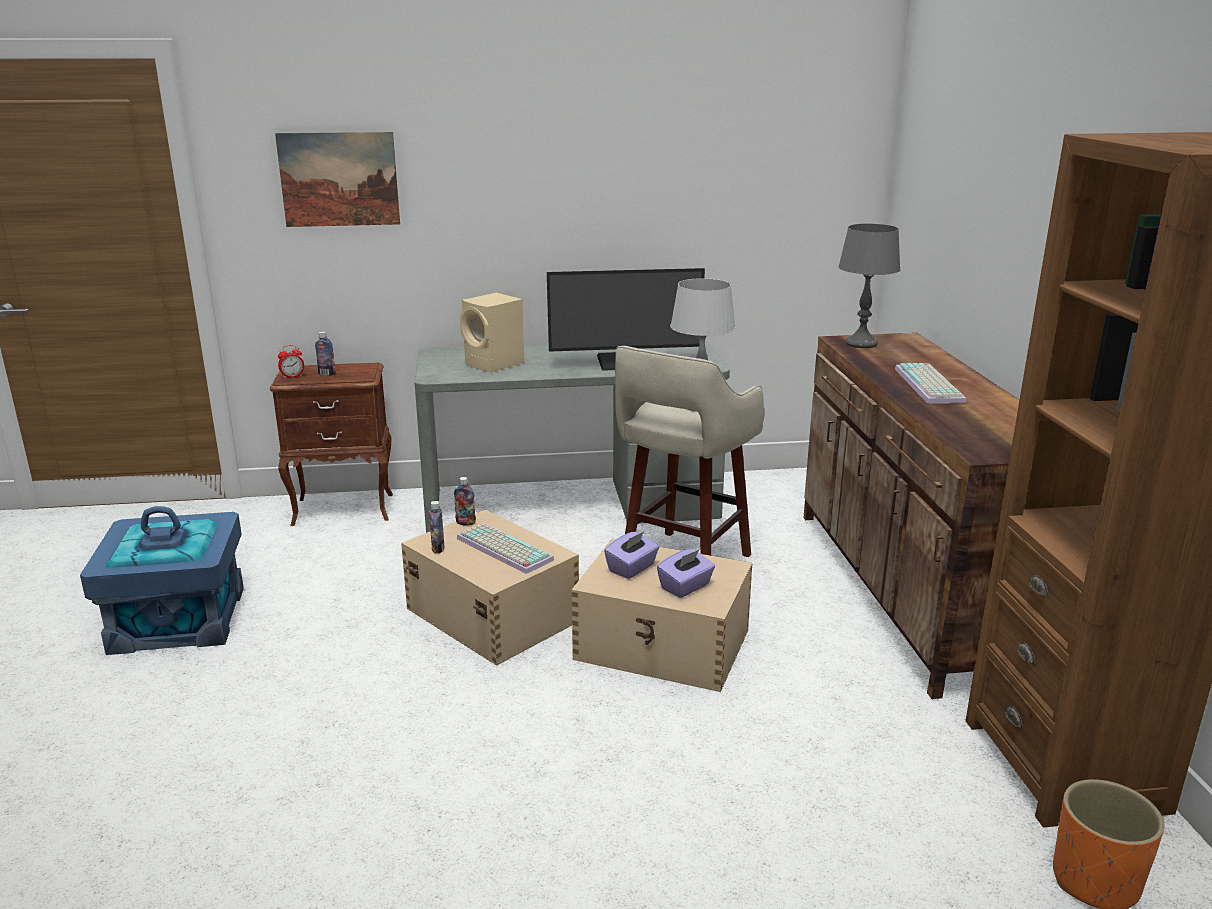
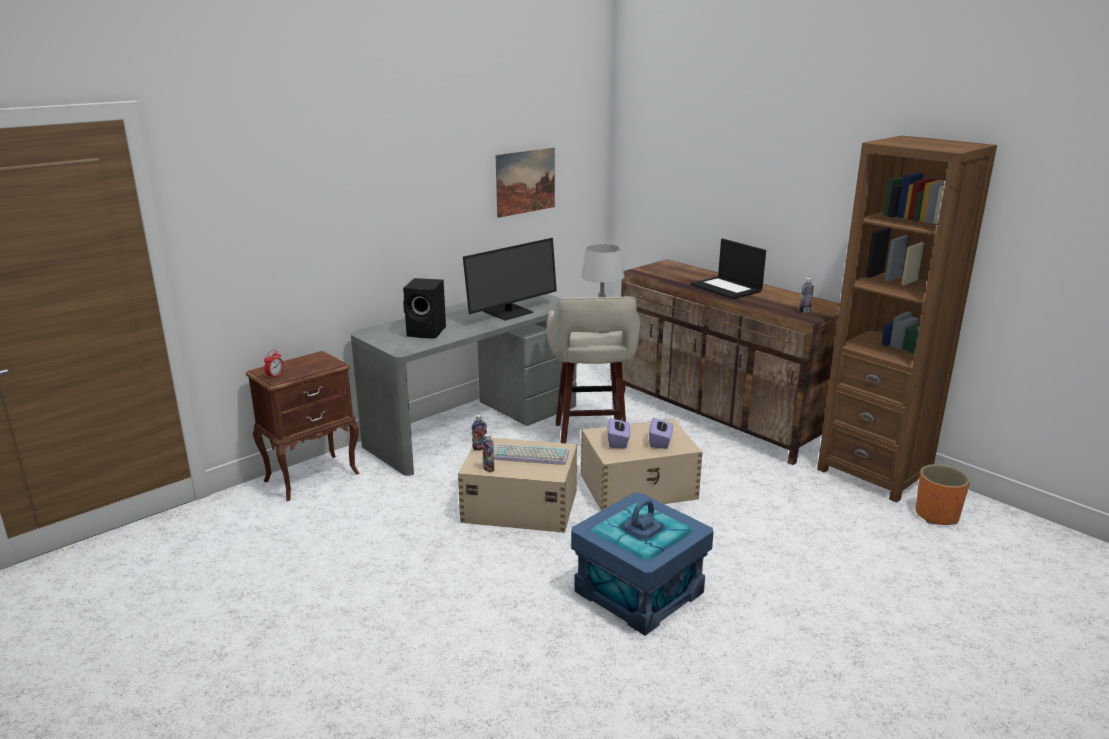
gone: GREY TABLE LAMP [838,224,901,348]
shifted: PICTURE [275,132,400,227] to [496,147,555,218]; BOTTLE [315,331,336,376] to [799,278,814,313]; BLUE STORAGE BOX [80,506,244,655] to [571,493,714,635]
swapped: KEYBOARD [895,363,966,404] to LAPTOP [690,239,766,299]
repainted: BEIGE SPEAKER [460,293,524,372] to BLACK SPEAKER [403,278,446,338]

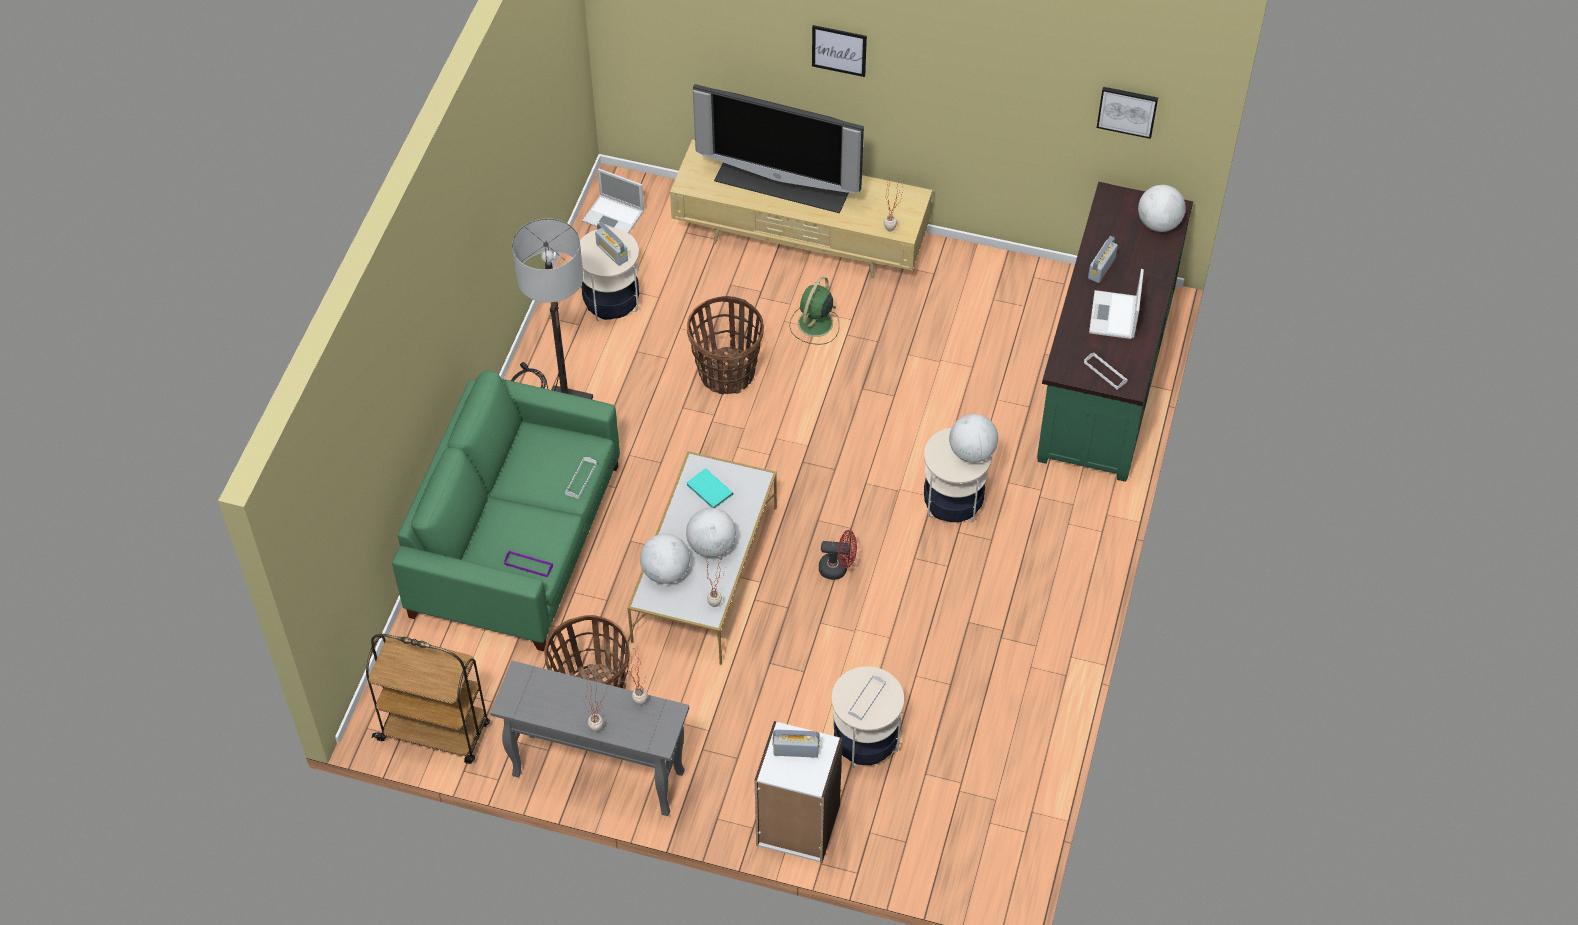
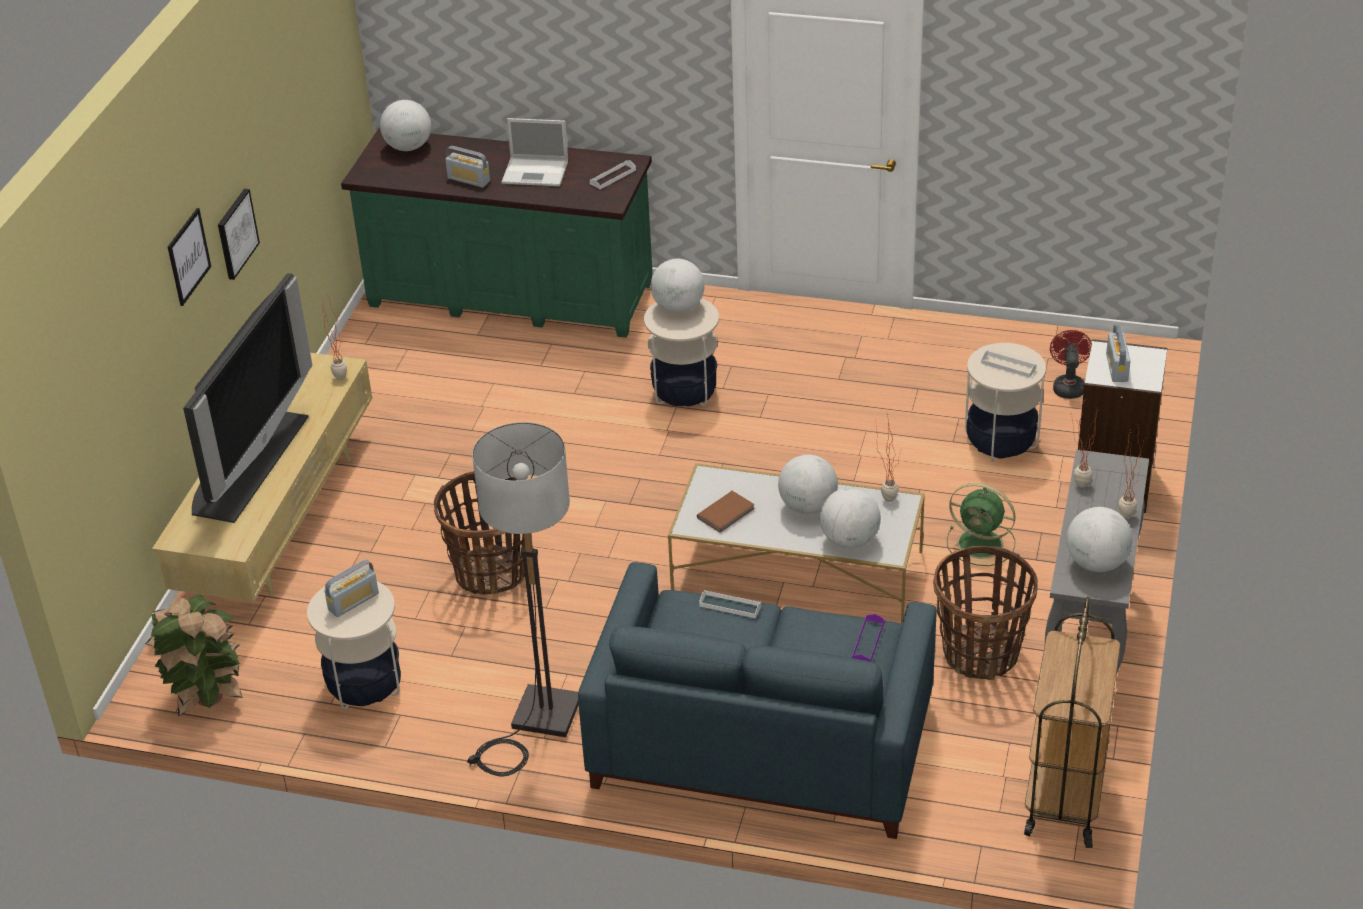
new: GLOBE [1066,507,1133,572]
shifted: PICTURE [1097,87,1158,139] to [218,189,260,280]; GREEN FAN [789,277,839,345] to [947,483,1016,566]; RED FAN [819,530,857,580] to [1050,330,1092,399]
swapped: LAPTOP [582,169,644,233] to POTTED PLANT [145,594,243,716]
repainted: GREEN SOFA [392,371,620,651] to BLUE SOFA [578,562,937,839]; TURQUOISE BOOK [686,468,733,508] to BROWN BOOK [697,491,755,533]

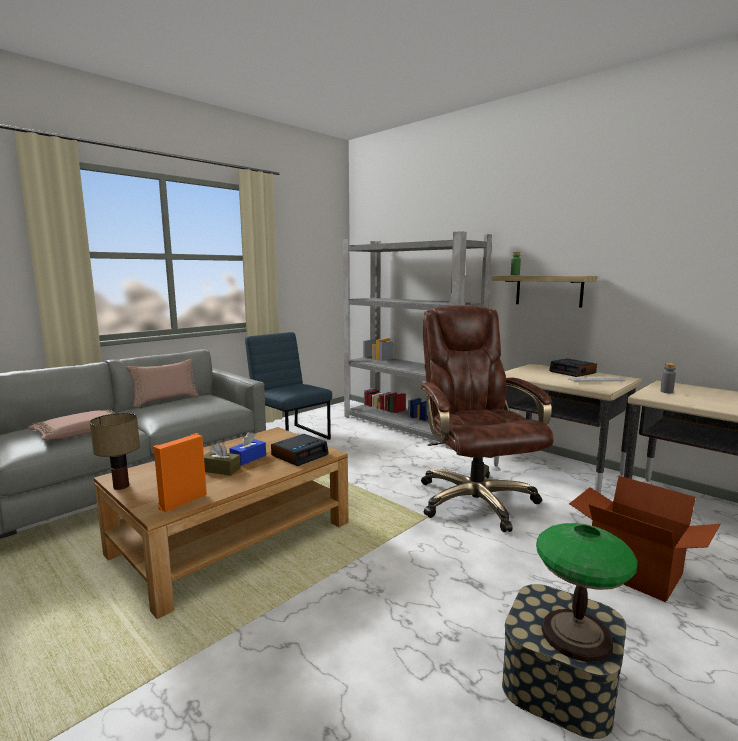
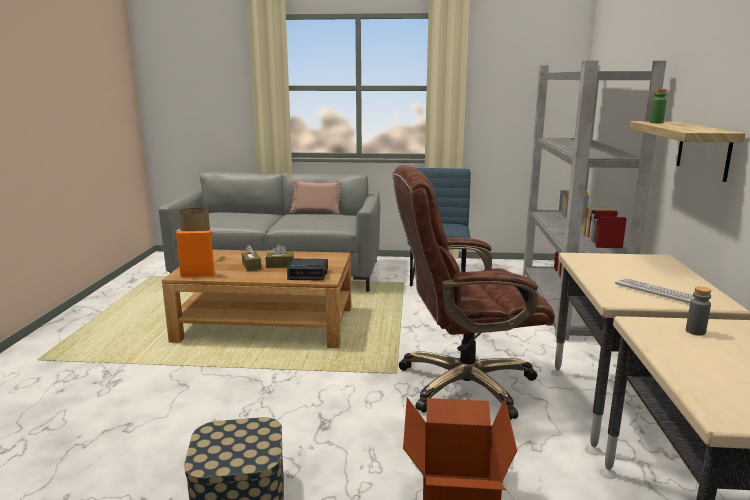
gone: ALARM CLOCK [549,359,597,377]; BEIGE PILLOW [28,409,115,440]; TABLE LAMP [536,523,637,662]
repainted: BLUE TISSUE BOX [229,432,266,465] to BROWN TISSUE BOX [266,244,294,268]
rotated: BROWN OFFICE CHAIR [421,305,554,532] = [393,165,555,420] 135 degrees counterclockwise

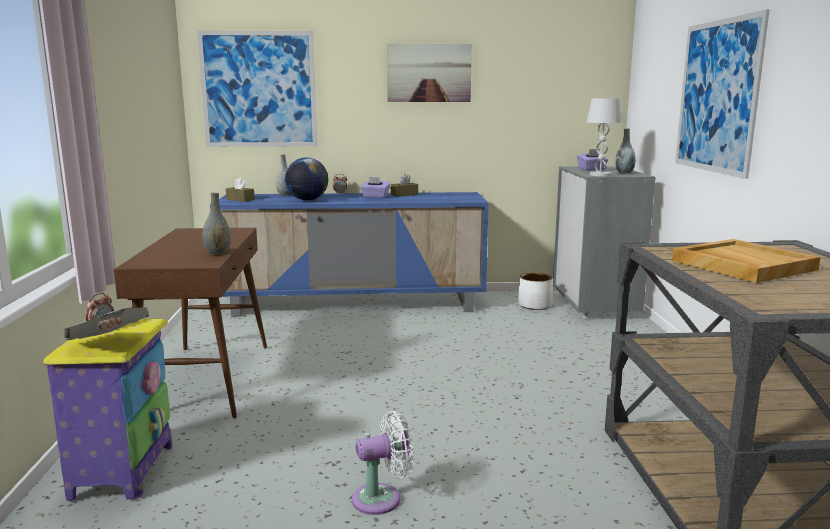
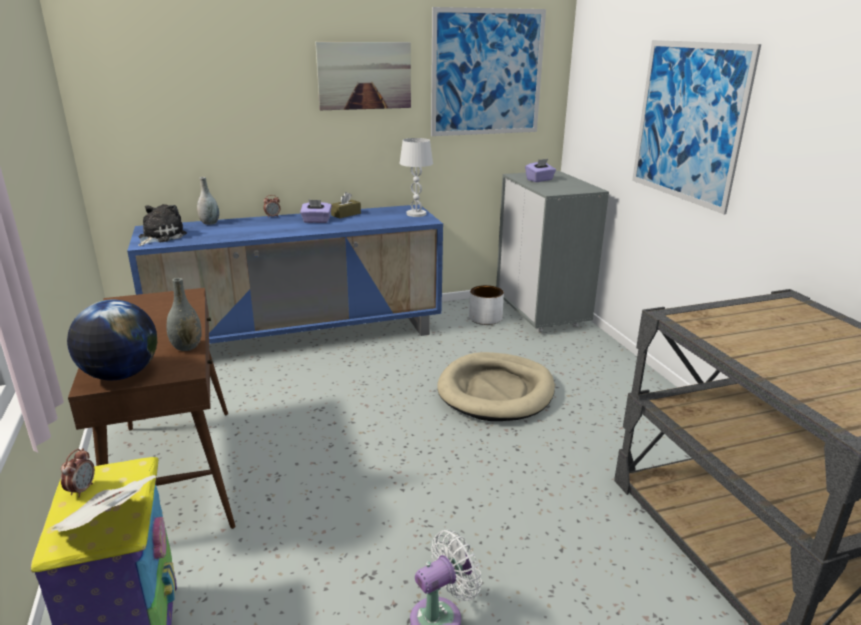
gone: GREY VASE [615,129,636,174]; BEIGE TRAY [672,239,821,283]
new: BEIGE DOG BED [437,352,555,421]
shifted: PICTURE [197,30,317,147] to [431,7,546,136]; WHITE TABLE LAMP [586,98,622,176] to [400,138,433,217]; GLOBE [285,157,328,201] to [67,300,157,380]
swapped: BROWN TISSUE BOX [226,178,255,202] to PLUSH TOY [138,204,187,246]

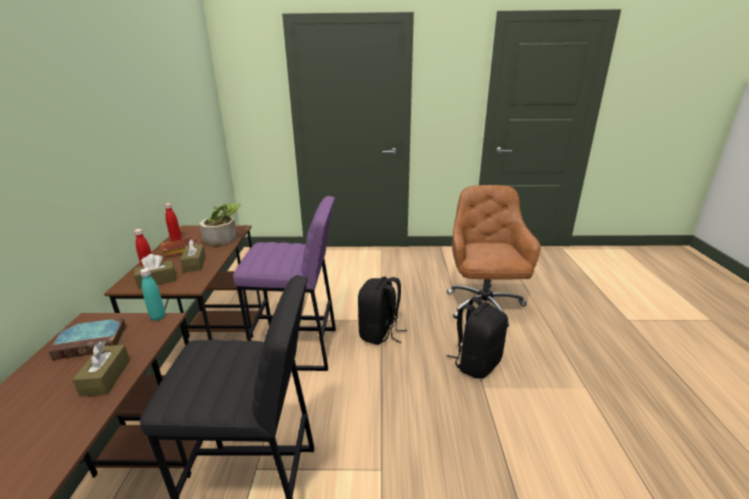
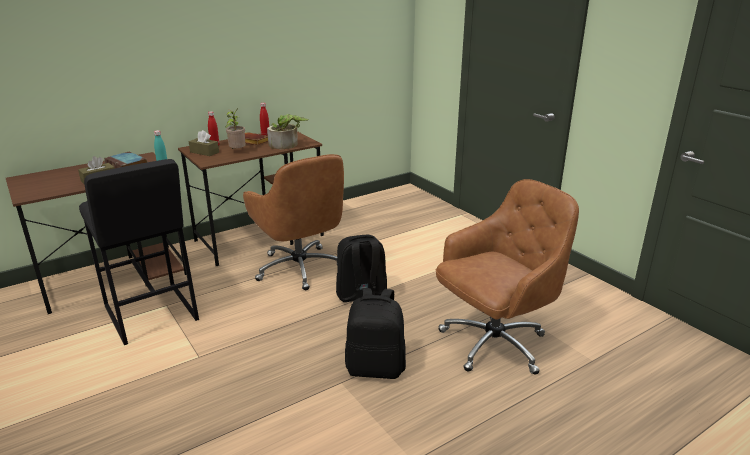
swapped: PURPLE STOOL [233,196,336,371] to BROWN OFFICE CHAIR [243,154,344,290]; BROWN TISSUE BOX [180,239,206,272] to POTTED PLANT [225,108,245,149]

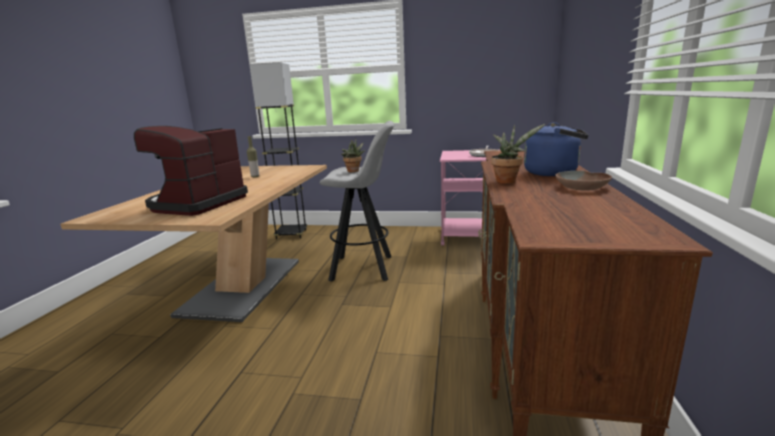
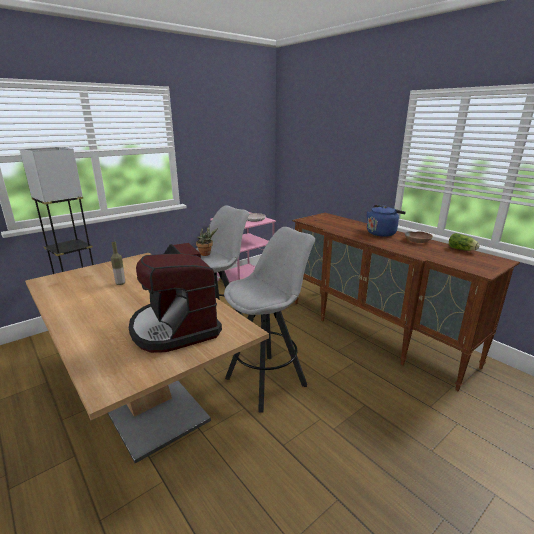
gone: POTTED PLANT [491,124,545,184]
new: GREY STOOL [224,227,315,413]; LETTUCE [449,233,480,251]

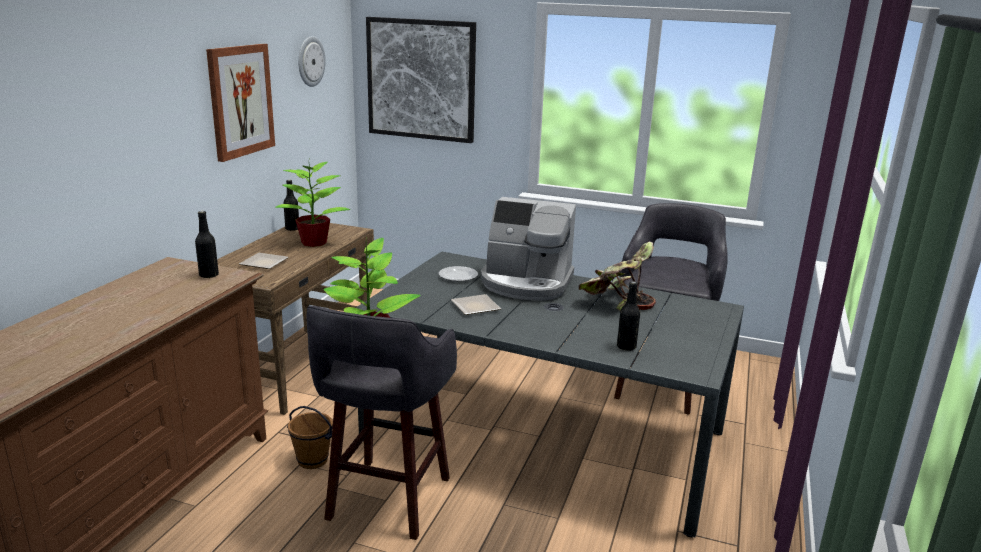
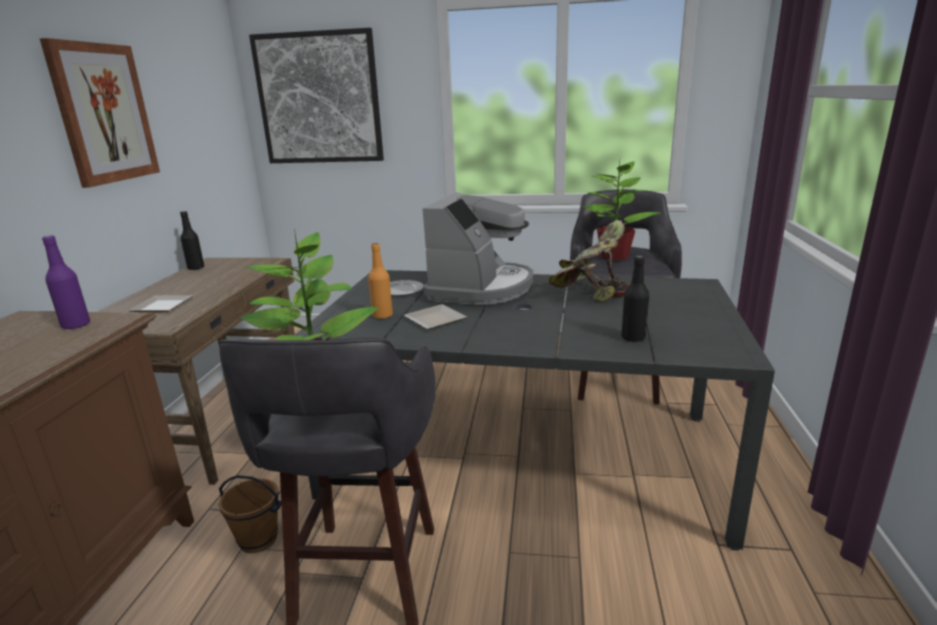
gone: WALL CLOCK [298,36,326,87]
new: ORANGE BOTTLE [368,243,393,319]
shifted: POTTED PLANT [275,157,350,247] to [584,161,660,260]
repainted: BLACK BOTTLE [195,211,219,278] to PURPLE BOTTLE [42,235,90,329]
rotated: COFFEE MACHINE [481,197,576,301] = [423,192,533,305] 75 degrees counterclockwise

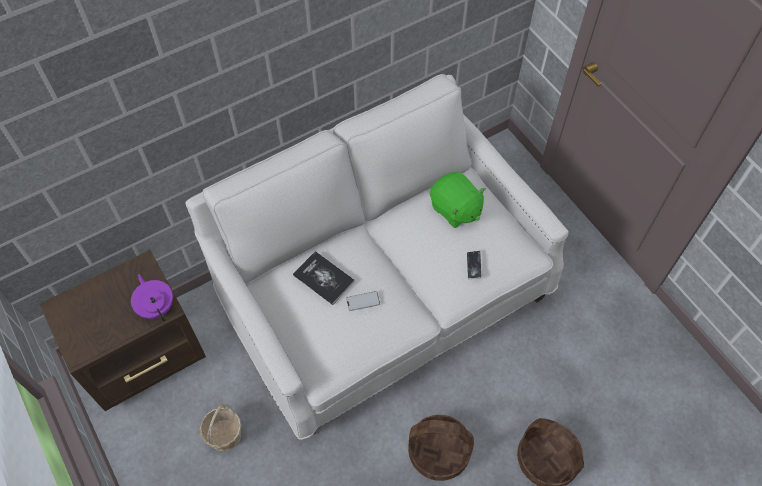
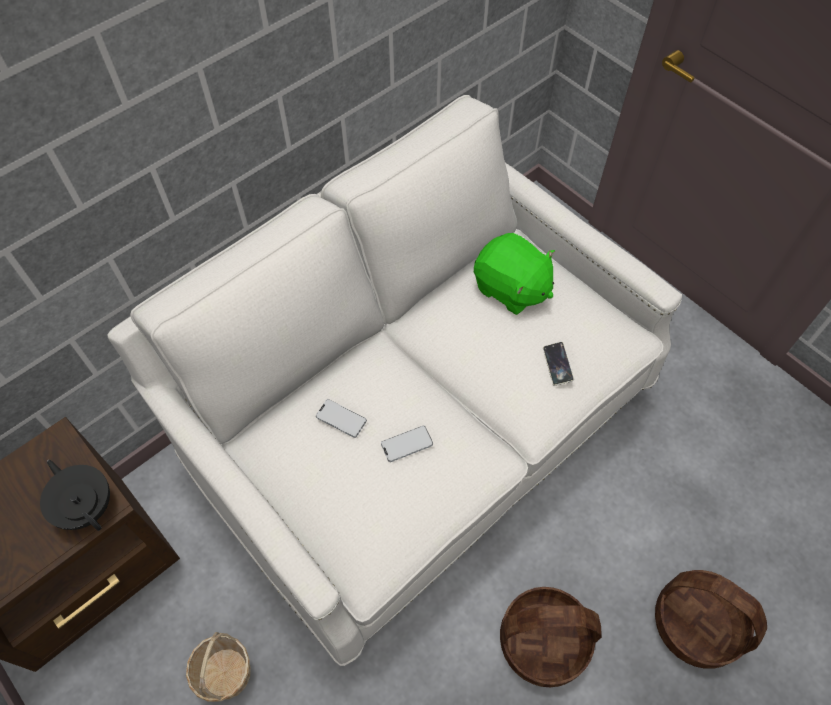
swapped: BOOK [293,251,355,305] to PHONE [316,399,367,438]
repainted: PURPLE TEAPOT [131,274,173,322] to BLACK TEAPOT [40,460,110,531]

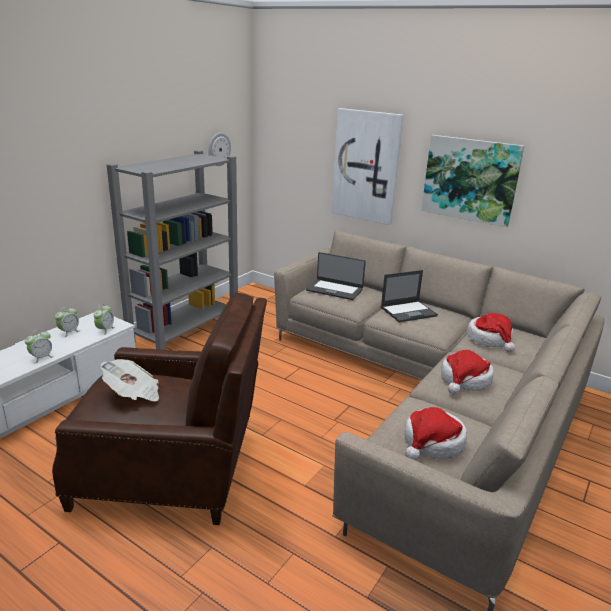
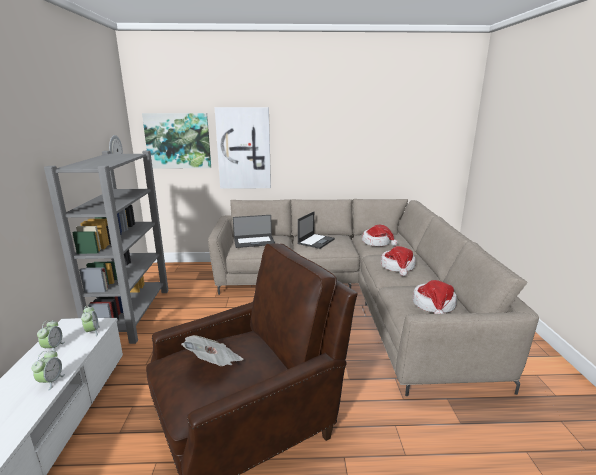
shifted: PICTURE [421,135,524,227] to [142,113,211,169]

